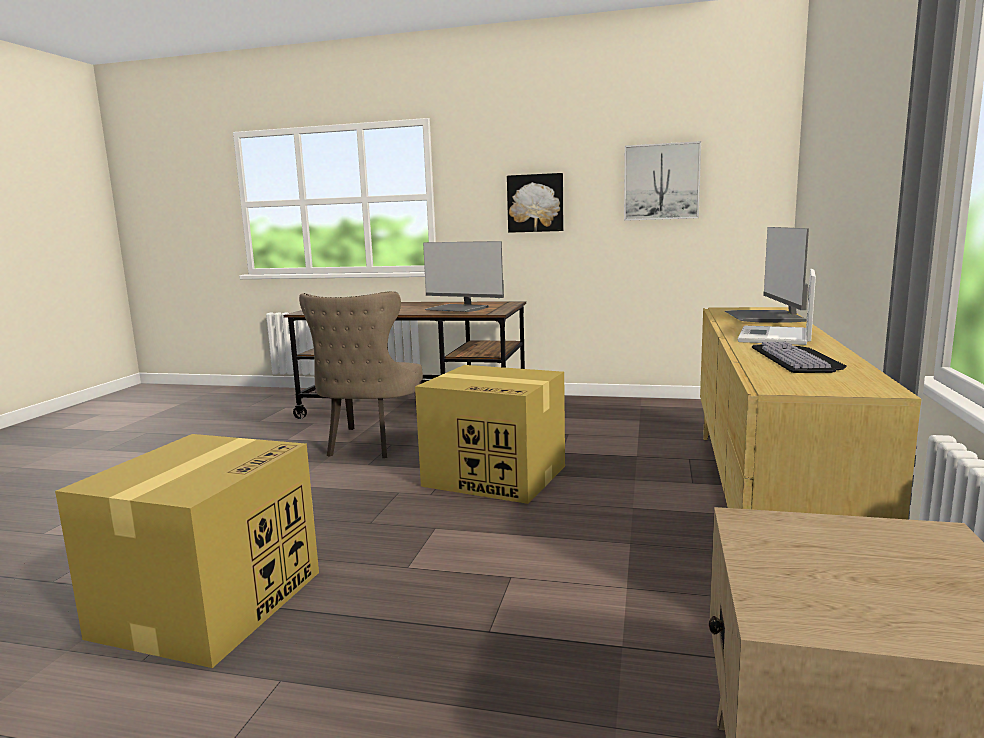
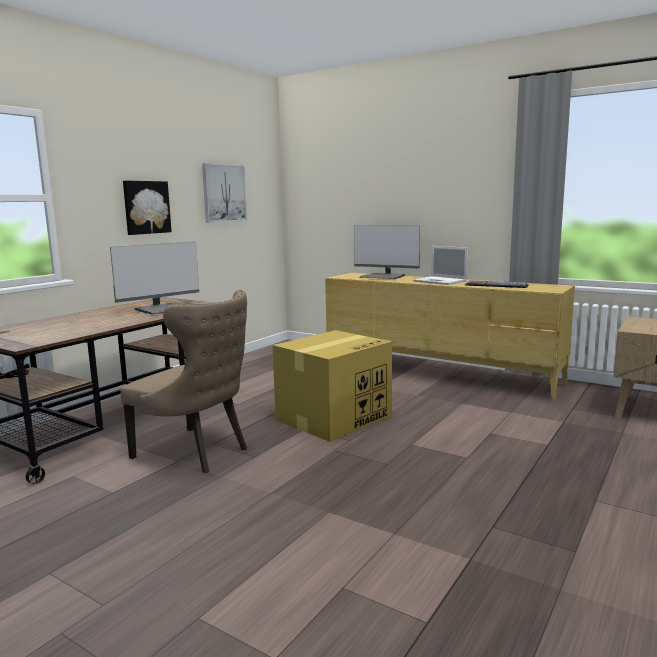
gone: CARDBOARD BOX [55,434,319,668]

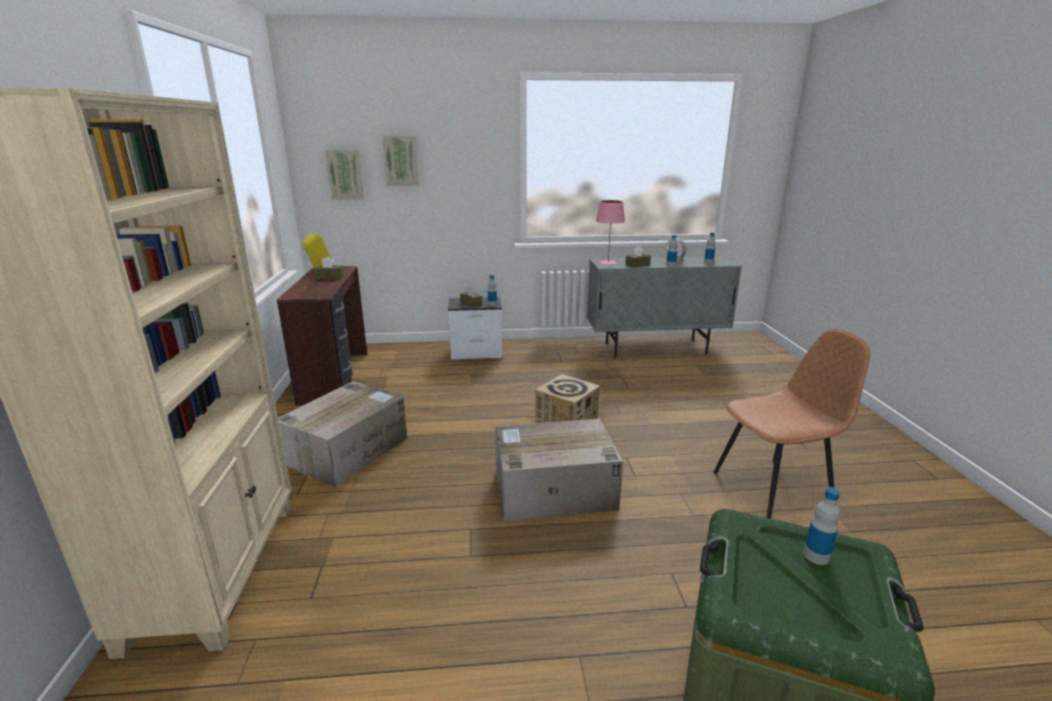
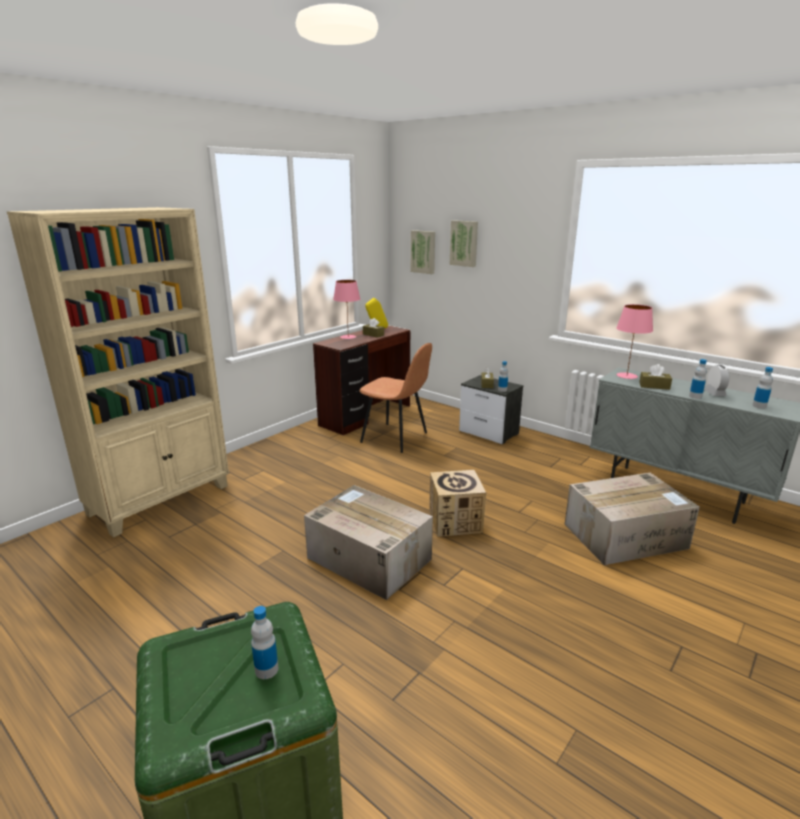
new: PINK TABLE LAMP [333,280,360,339]
shifted: BROWN CHAIR [714,329,870,519] to [360,343,432,453]; CARDBOARD BOX [278,381,408,487] to [565,473,700,565]

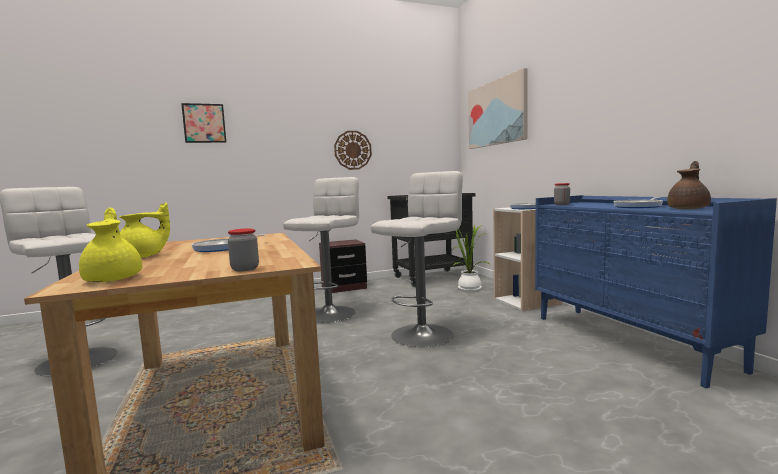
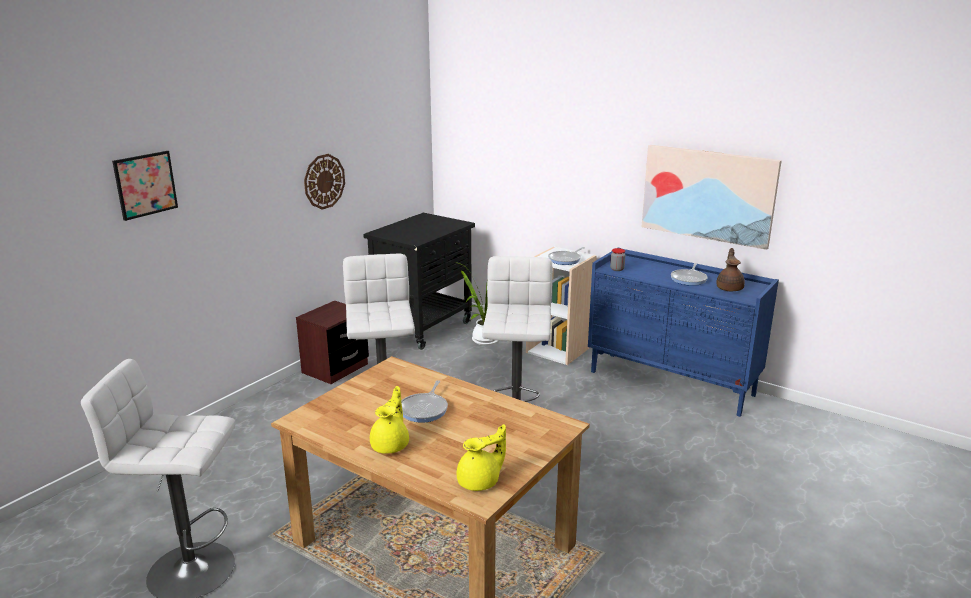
gone: JAR [228,228,259,272]
shifted: PICTURE [468,68,528,149] to [642,145,782,250]
rotated: YELLOW TEAPOT [79,208,142,282] = [457,424,506,491] 120 degrees clockwise

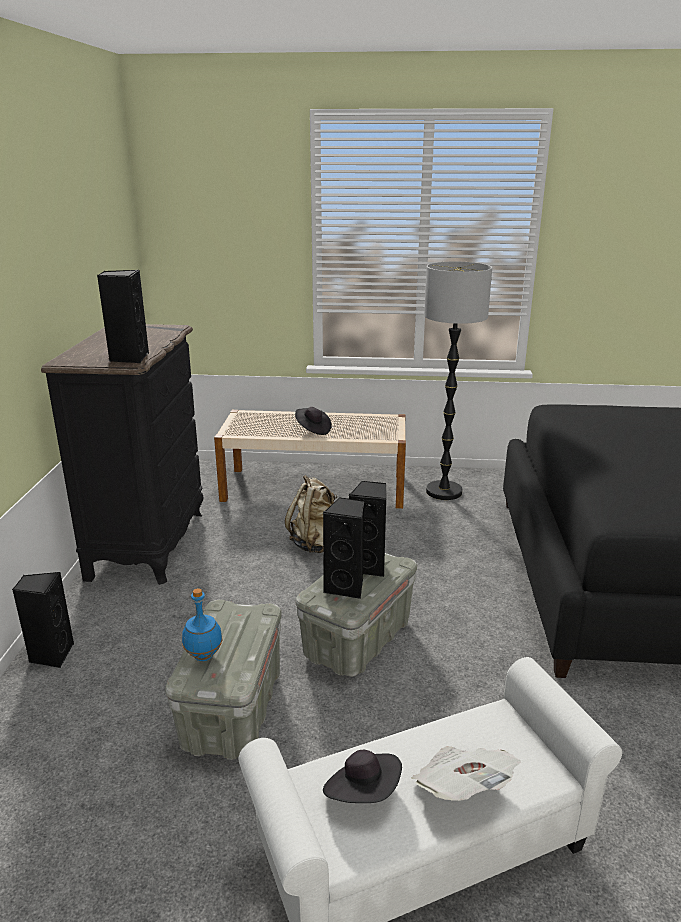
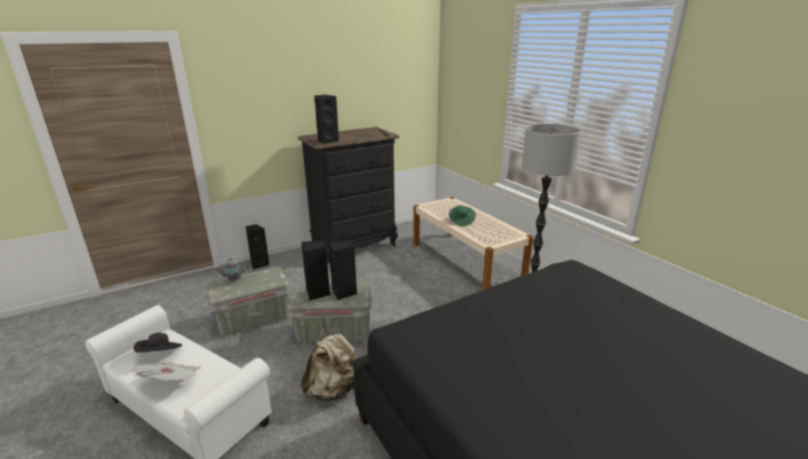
shifted: BEIGE BACKPACK [285,475,337,553] to [301,329,358,401]
swapped: BLUE BOTTLE [182,588,223,661] to TEAPOT [216,258,248,281]
repainted: BLACK HAT [295,407,331,435] to GREEN HAT [449,205,476,226]

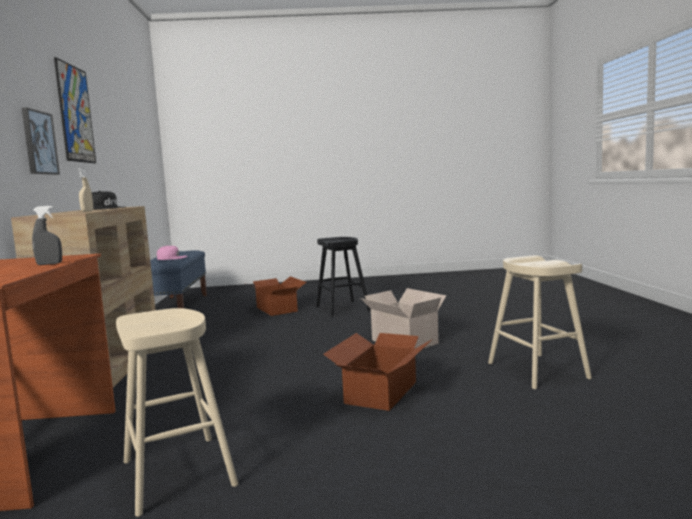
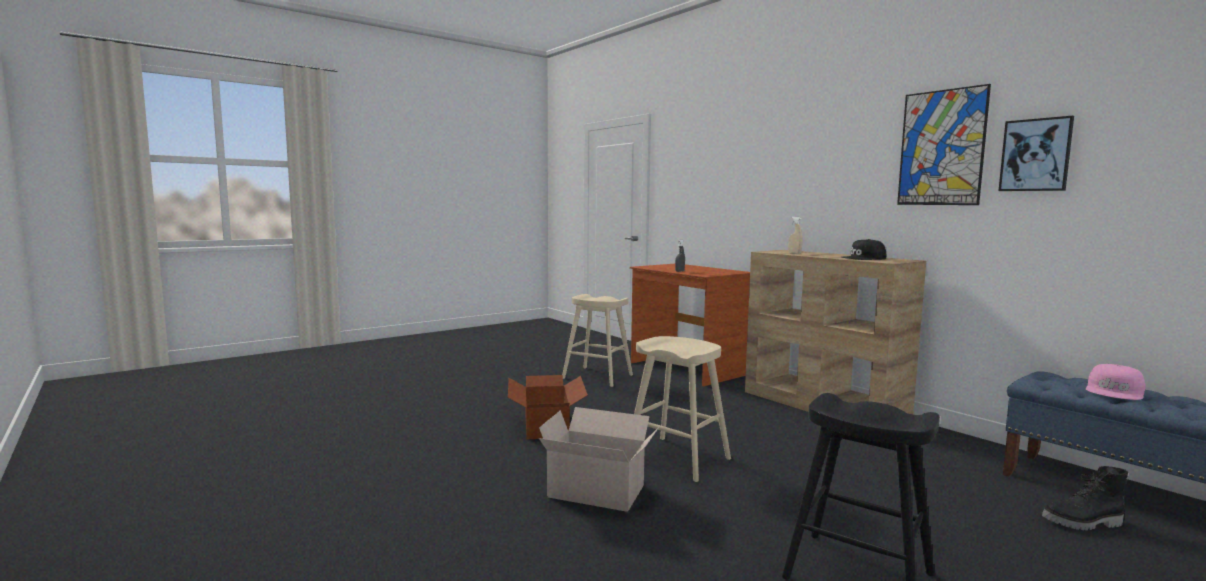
gone: CARDBOARD BOX [246,276,306,316]
new: BLACK BOOT [1042,466,1129,531]
shifted: PICTURE [22,108,60,175] to [999,116,1074,191]; BEIGE STOOL [488,255,592,389] to [634,336,731,482]

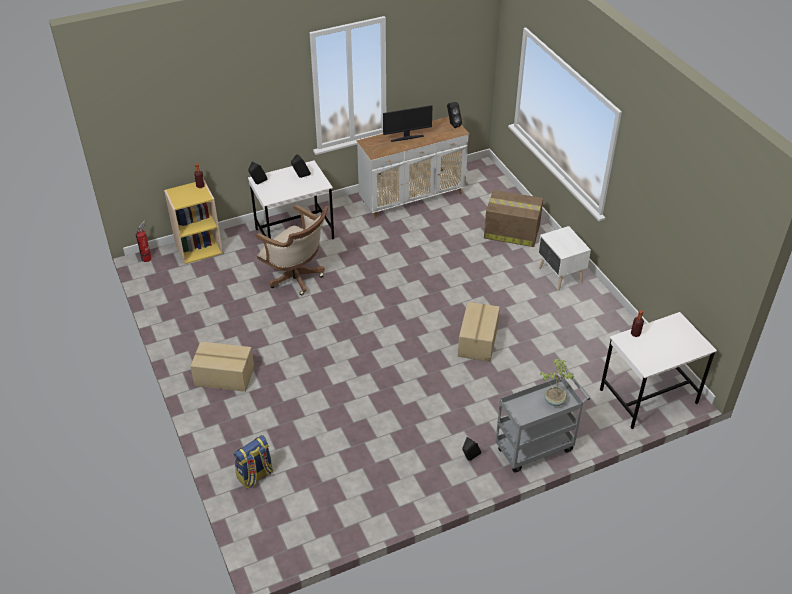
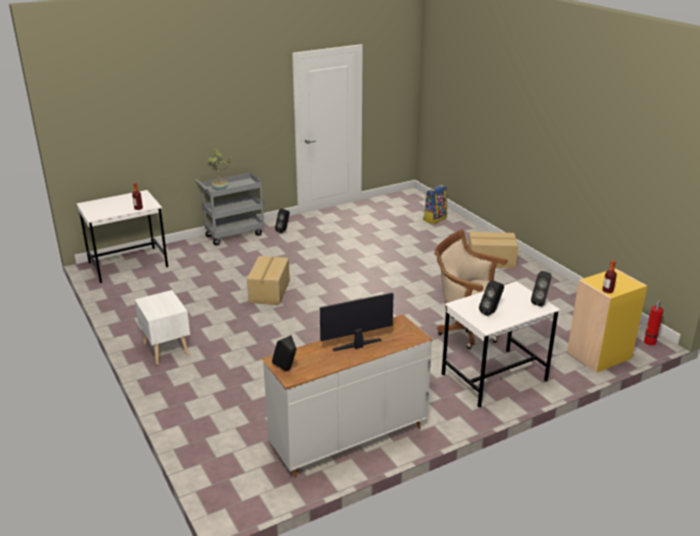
gone: CARDBOARD BOX [484,190,543,247]

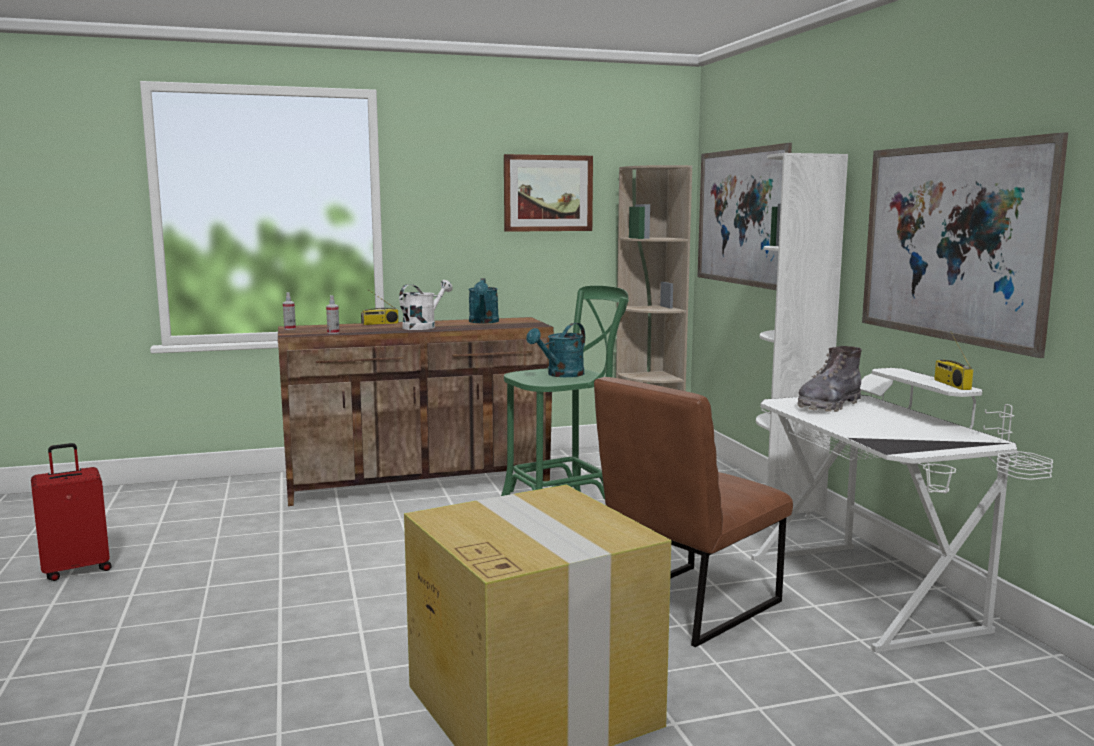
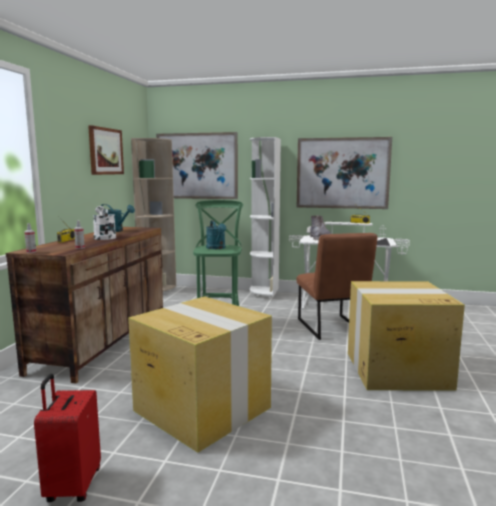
new: CARDBOARD BOX [128,296,272,453]

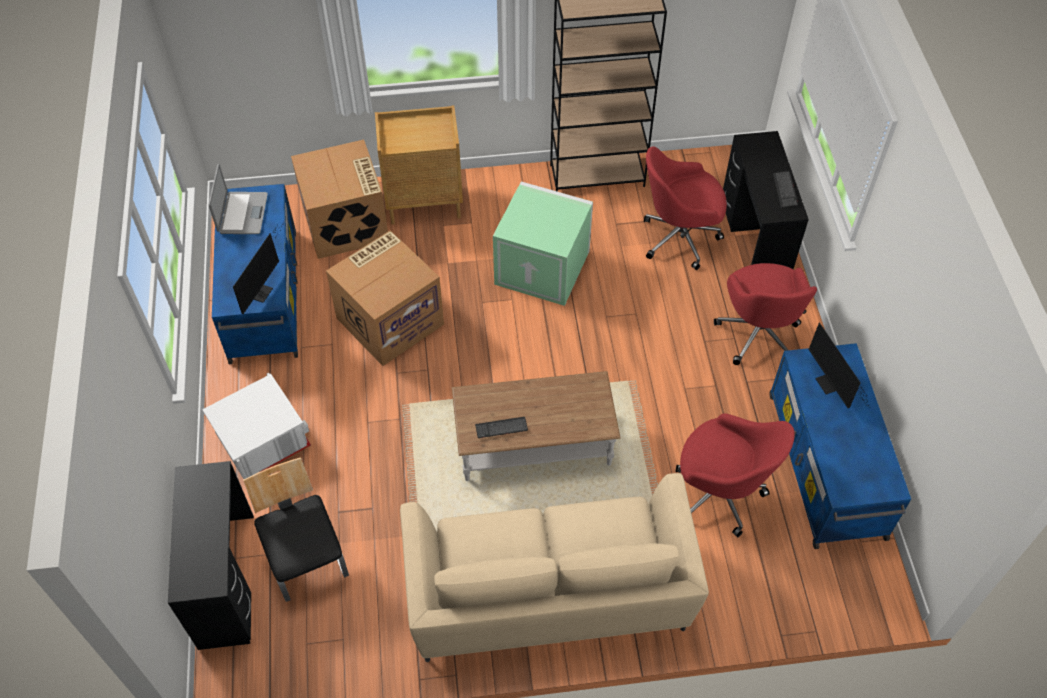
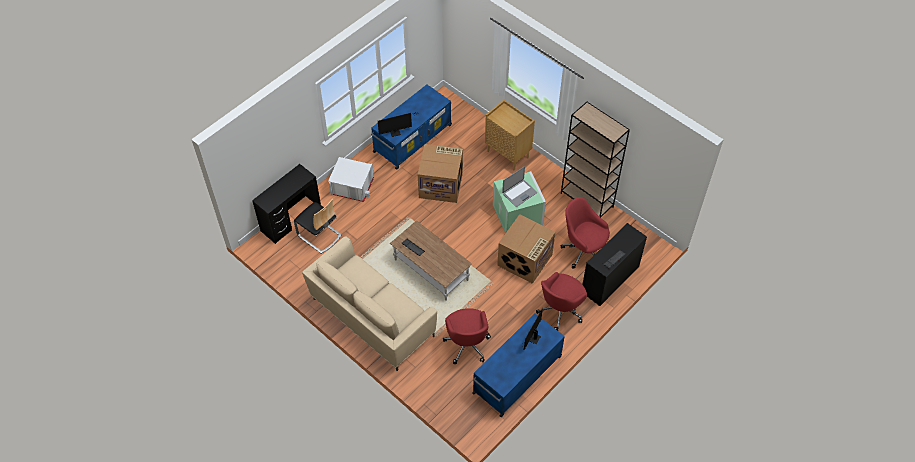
shifted: CARDBOARD BOX [291,140,388,259] to [497,214,555,284]; LAPTOP [208,164,268,234] to [502,167,537,207]
rotated: CHAIR [243,457,349,602] = [294,198,342,254] 105 degrees clockwise

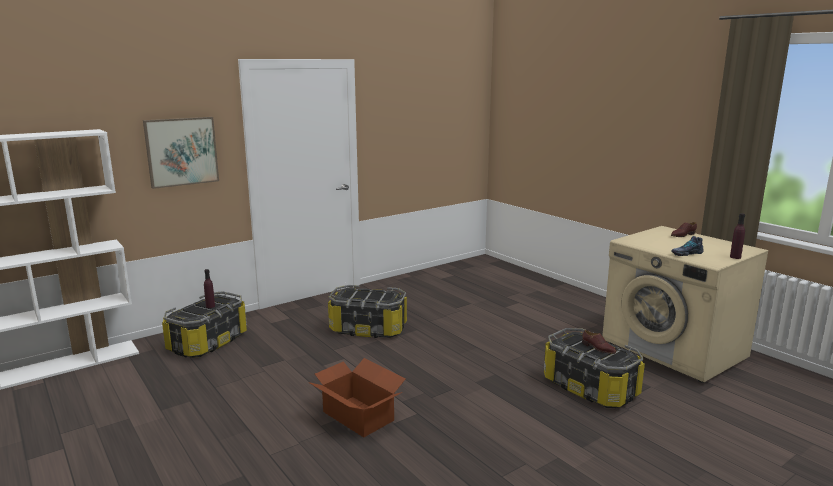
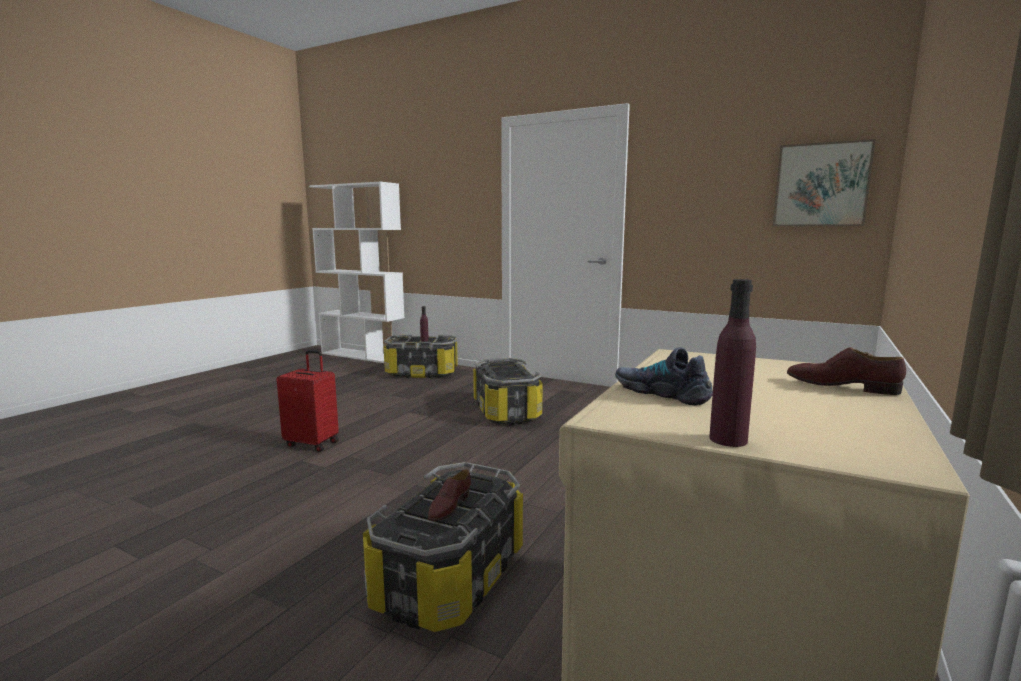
shifted: PICTURE [143,117,219,189] to [773,139,876,226]
swapped: CARDBOARD BOX [308,358,405,437] to RED SUITCASE [277,350,339,452]

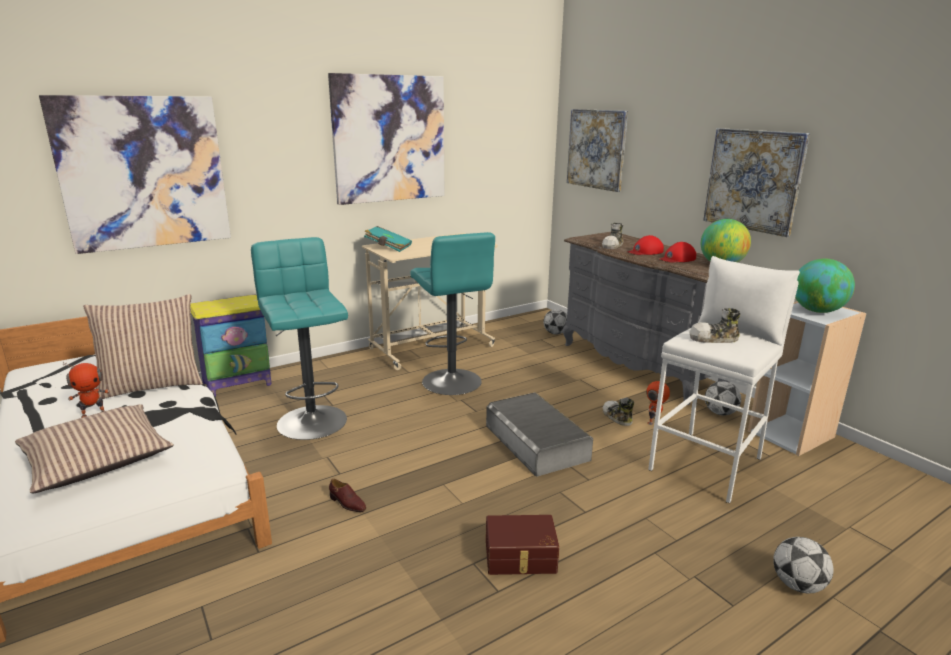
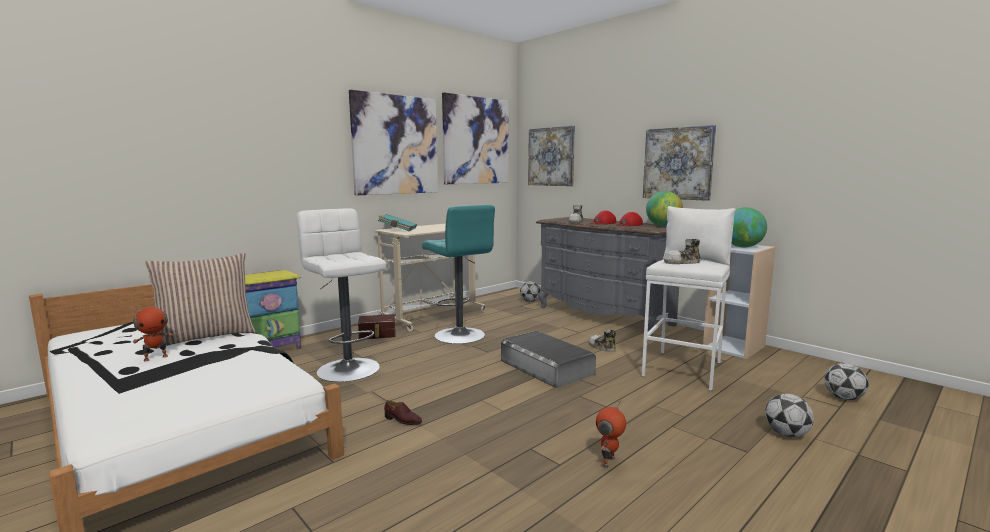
gone: PILLOW [15,404,174,493]
shifted: PICTURE [39,95,231,254] to [442,92,509,184]; TOY ROBOT [646,377,670,425] to [596,400,626,468]; FOOTBALL [705,381,741,415] to [824,363,869,400]; BROWN STORAGE BOX [486,515,559,575] to [358,314,396,339]
repainted: TURQUOISE STOOL [251,237,348,440] to WHITE STOOL [297,208,386,382]

